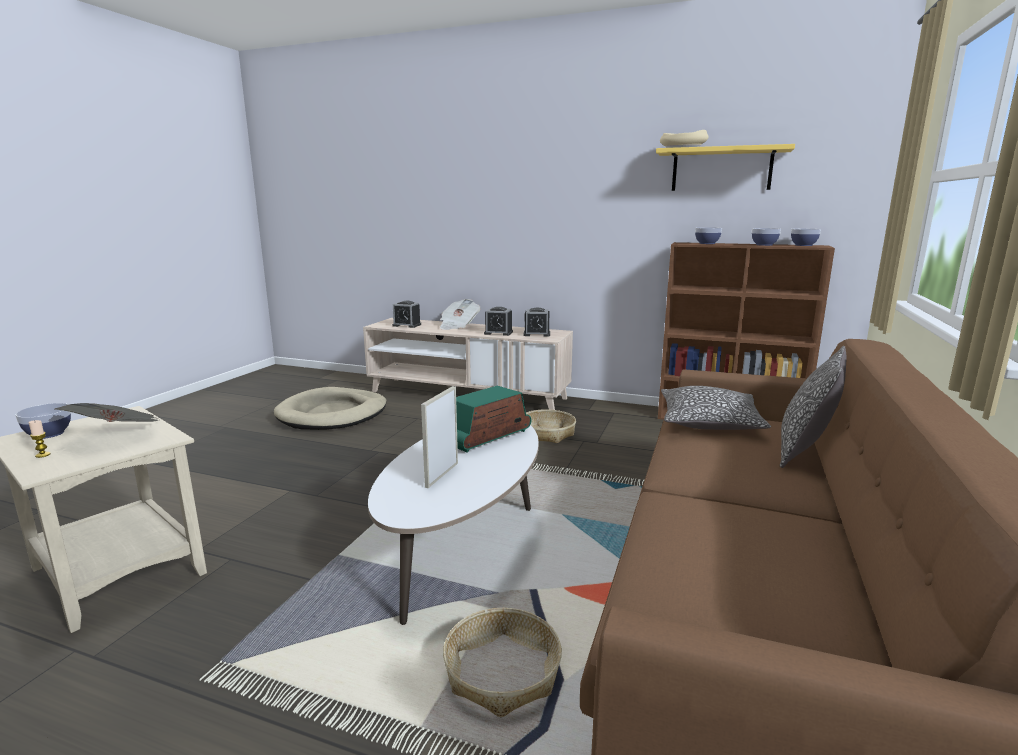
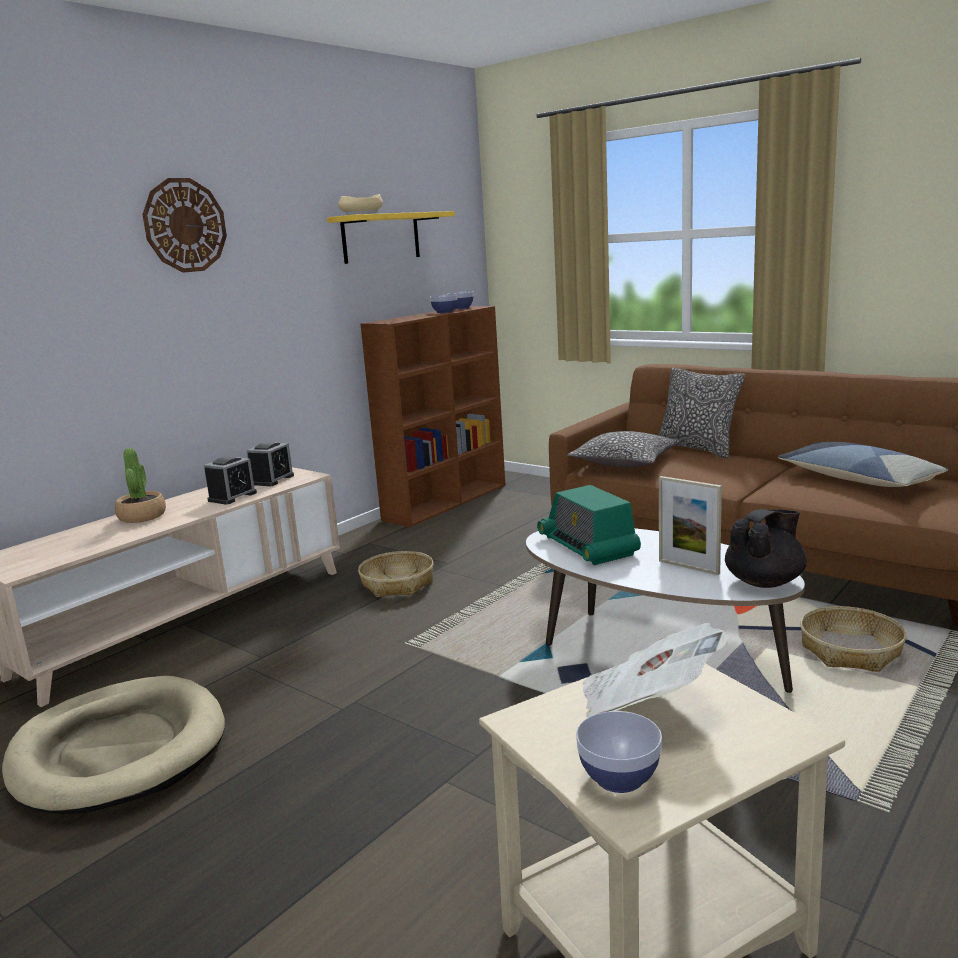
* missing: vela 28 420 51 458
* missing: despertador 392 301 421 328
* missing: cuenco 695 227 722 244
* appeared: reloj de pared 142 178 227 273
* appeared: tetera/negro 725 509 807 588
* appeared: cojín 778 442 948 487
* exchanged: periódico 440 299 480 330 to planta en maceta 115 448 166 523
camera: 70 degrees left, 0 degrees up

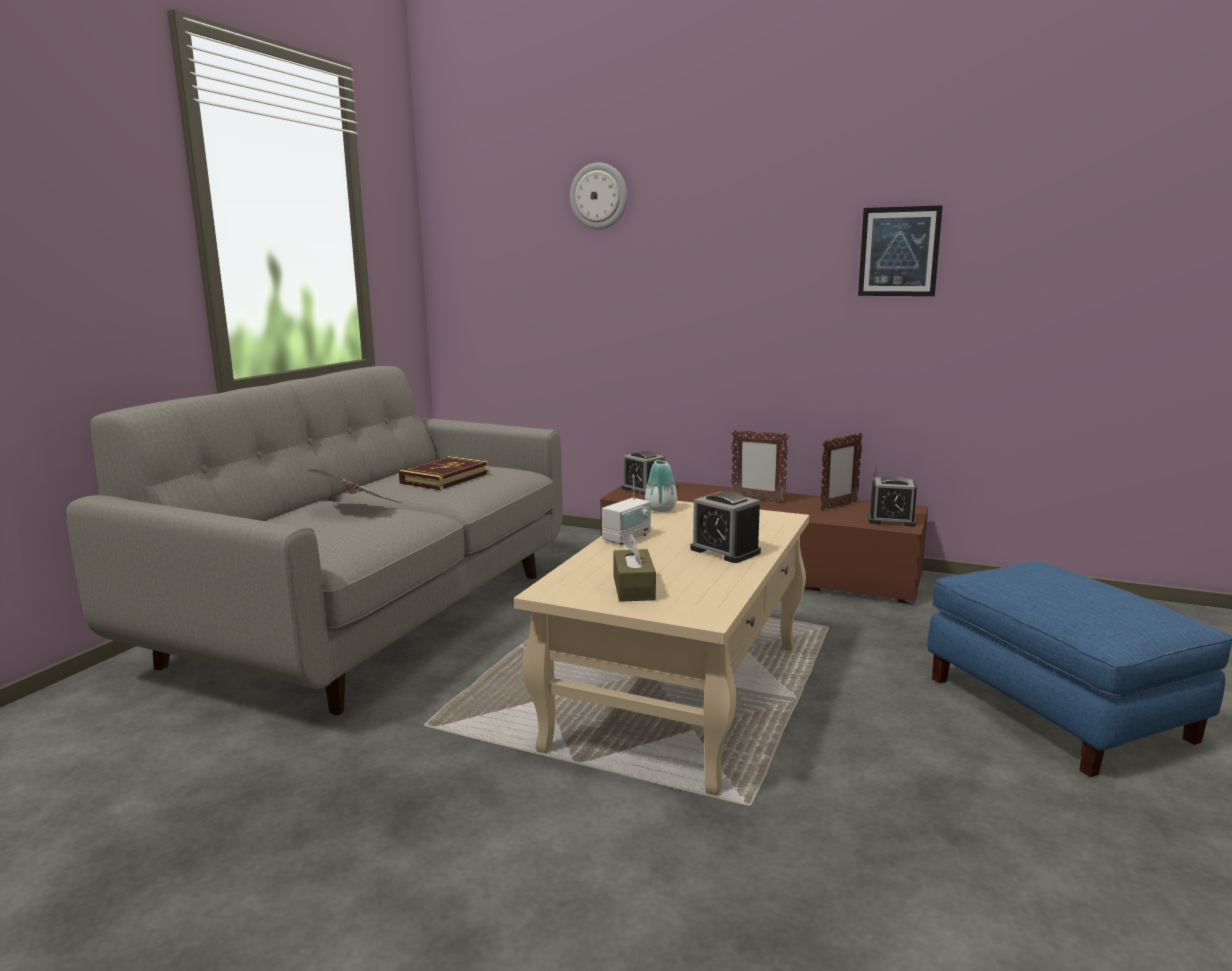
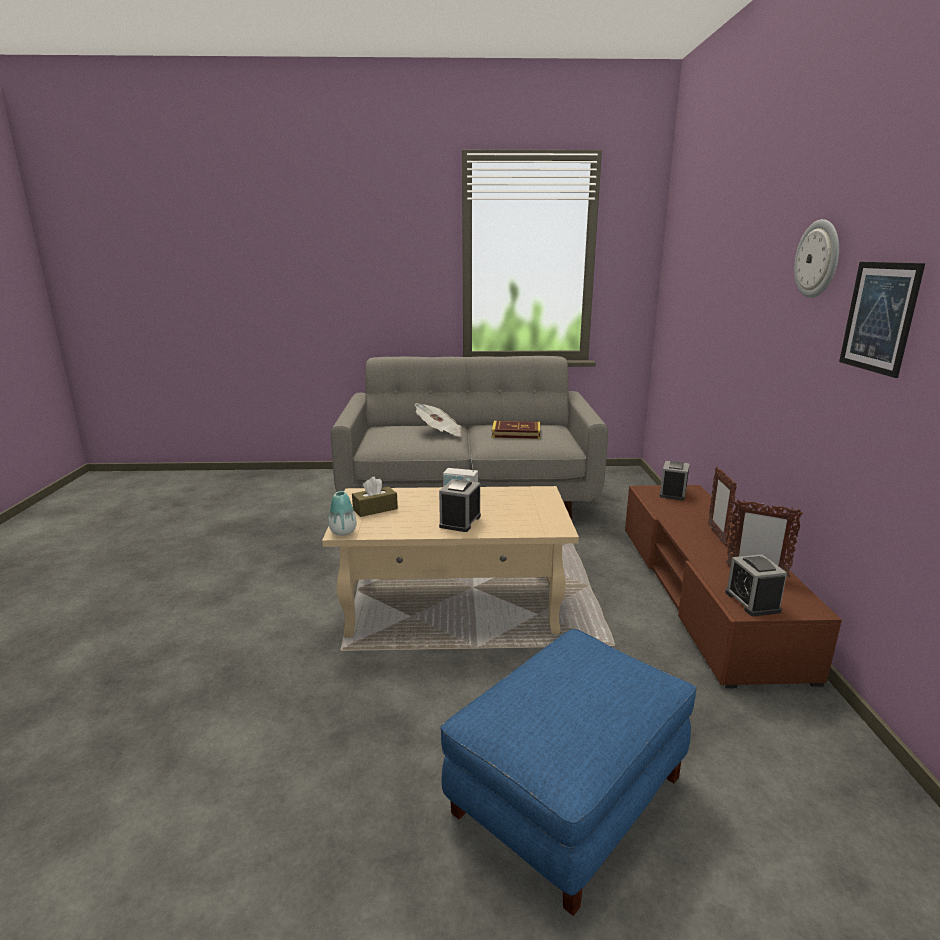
* relocated: reloj de pared 570 163 627 229 to 794 219 839 298
* relocated: florero 645 460 677 512 to 328 491 357 536
camera: 65 degrees right, 5 degrees up

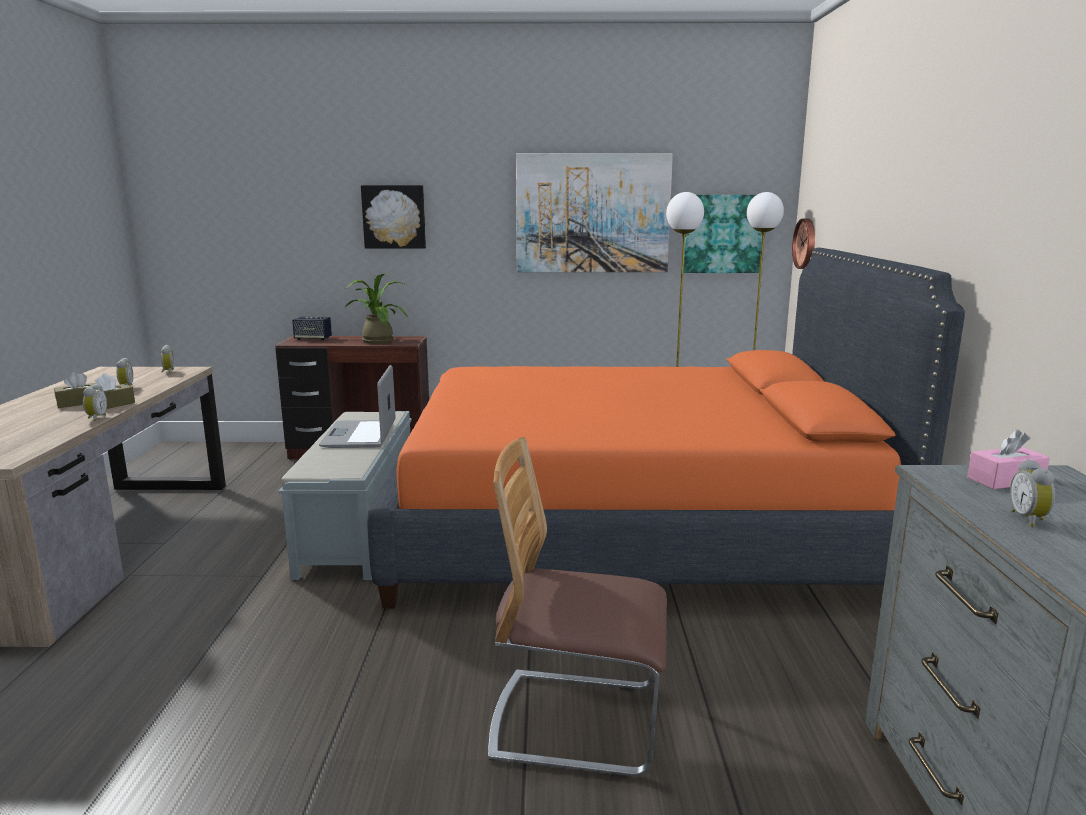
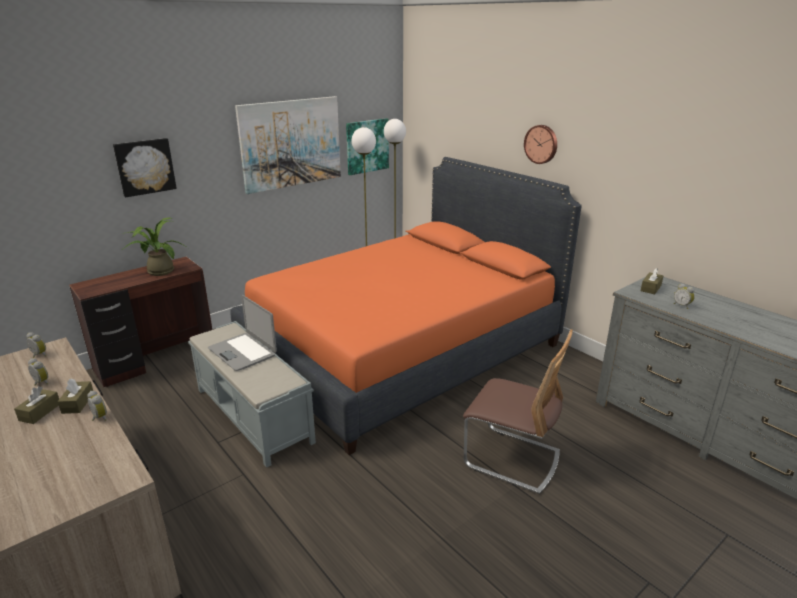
* missing: altavoz 292 317 332 340
* relocated: reloj de pared 792 218 815 269 to 524 125 557 164
* colour: caja de pañuelos/rosa 967 430 1050 489 to caja de pañuelos/marrón 641 268 663 294
* spun: silla 488 437 667 778 = 463 329 573 494 120 degrees counterclockwise
camera: 40 degrees left, 10 degrees up

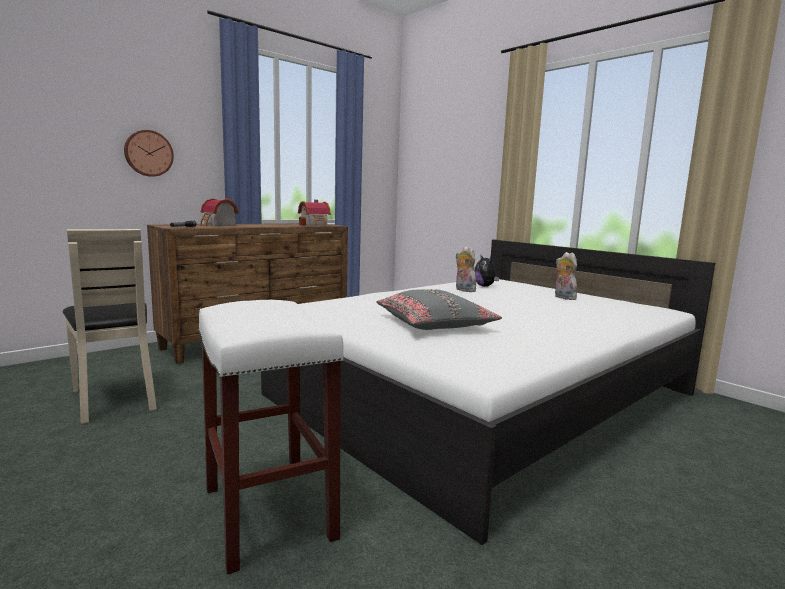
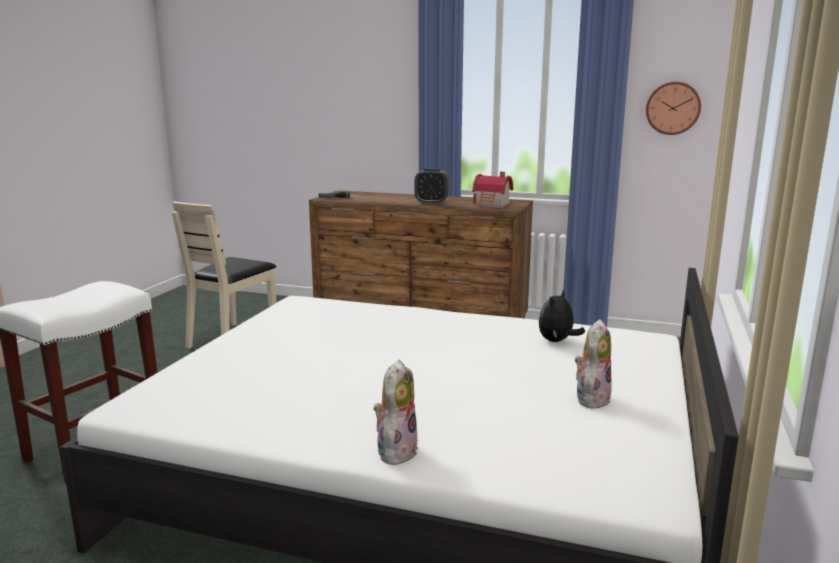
* missing: casita 200 197 239 226
* missing: cojín/gris 376 289 502 330
* appeared: despertador 415 168 449 204
* relocated: reloj de pared 124 130 174 177 to 646 82 701 135
* relocated: peluche 455 246 478 292 to 374 359 418 465
camera: 60 degrees right, 5 degrees up

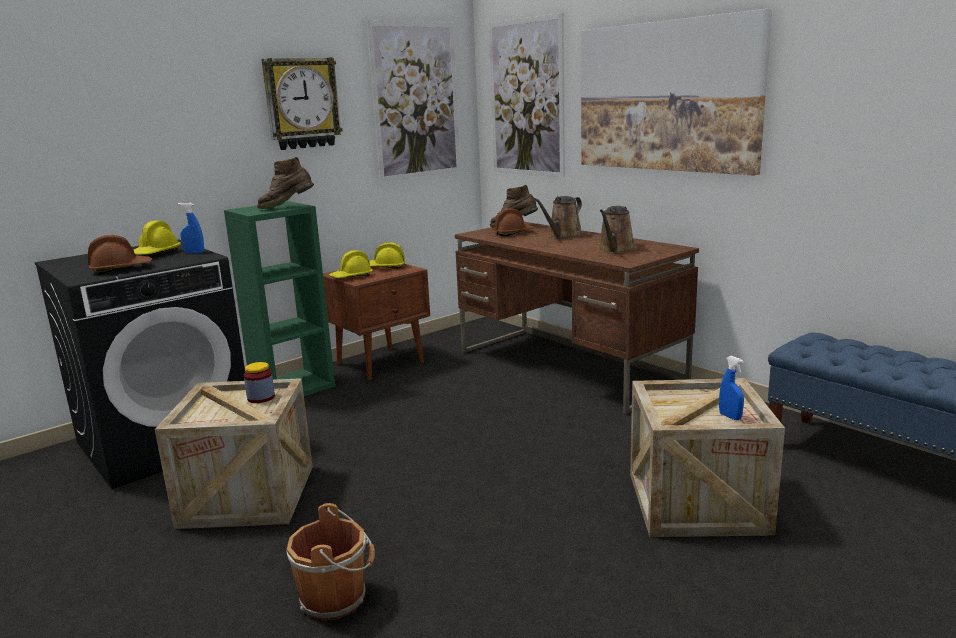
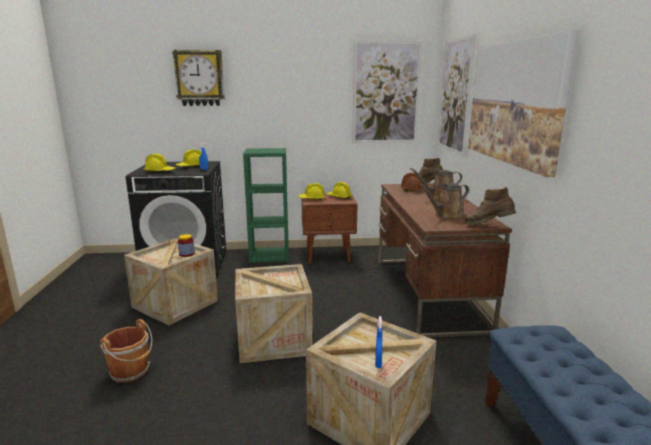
* appeared: caja de embalaje 235 264 313 363
* relocated: bota/marrón 257 157 314 209 to 464 187 516 224
* relocated: reloj de pared 261 58 343 150 to 172 50 225 106
* colour: casco/marrón 88 235 153 275 to casco/amarillo 144 154 175 173
camera: 35 degrees right, 0 degrees up

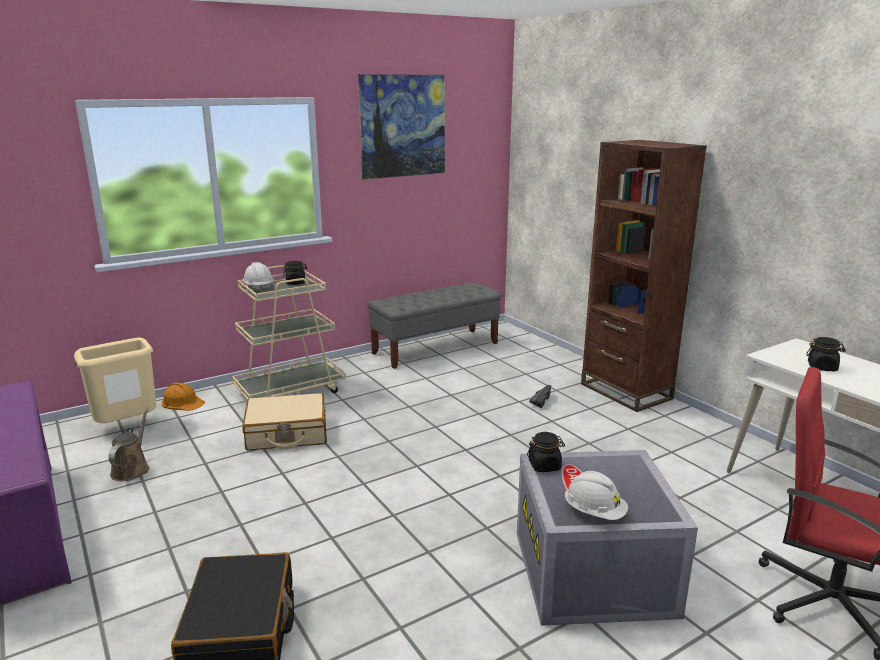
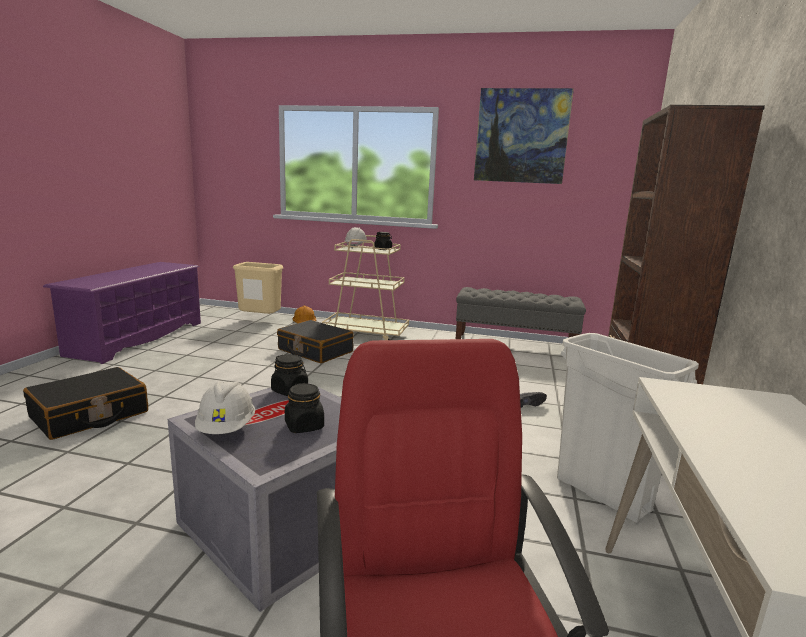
* missing: regadera/marrón 108 407 149 481
* appeared: papelera/blanco 557 333 699 523
* relocated: tarro/negro 806 337 846 371 to 285 383 324 433
* colour: maleta/beis 243 393 327 450 to maleta/negro 277 320 354 363
camera: 45 degrees right, 5 degrees down

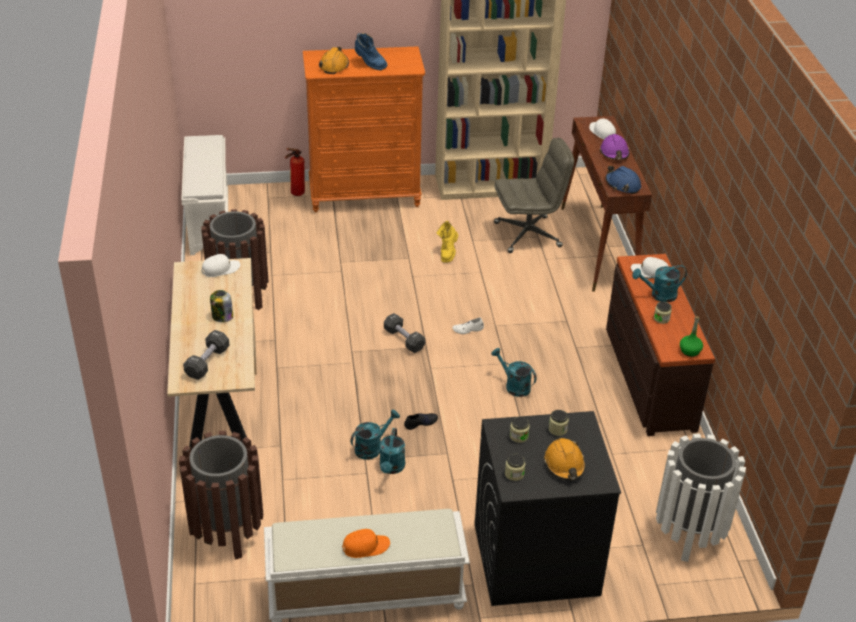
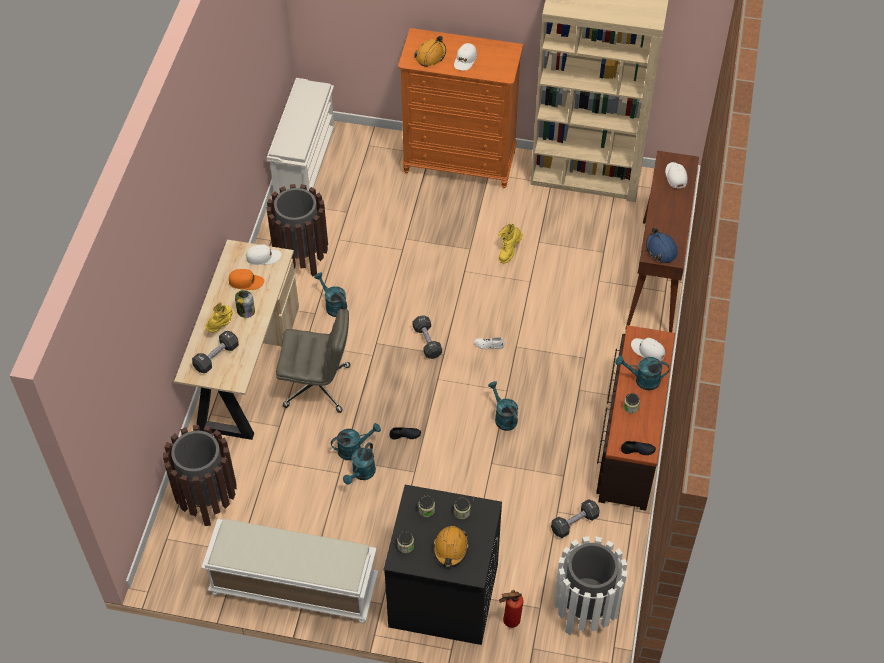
* missing: casco/morado 599 134 630 160
* appeared: bota/amarillo 205 302 233 332
* appeared: regadera/turquesa 314 272 347 317
* appeared: mancuerna/negro 551 499 600 538
* relocated: extintor 285 148 305 196 to 499 590 524 628
* relocated: gorra/naranja 342 529 390 558 to 229 269 264 290
* relocated: silla de oficina/gris 494 137 574 253 to 276 309 350 413
* exchanged: bota/azul 355 33 387 70 to gorra/blanco 454 43 477 71
* exchanged: botella/verde 680 316 703 357 to zapato/negro 621 441 656 455
camera: 20 degrees right, 15 degrees up

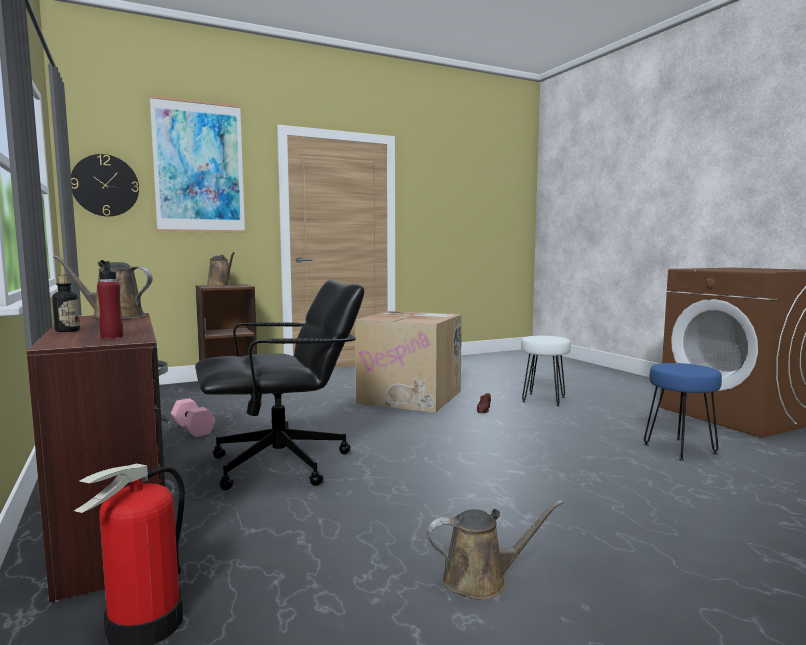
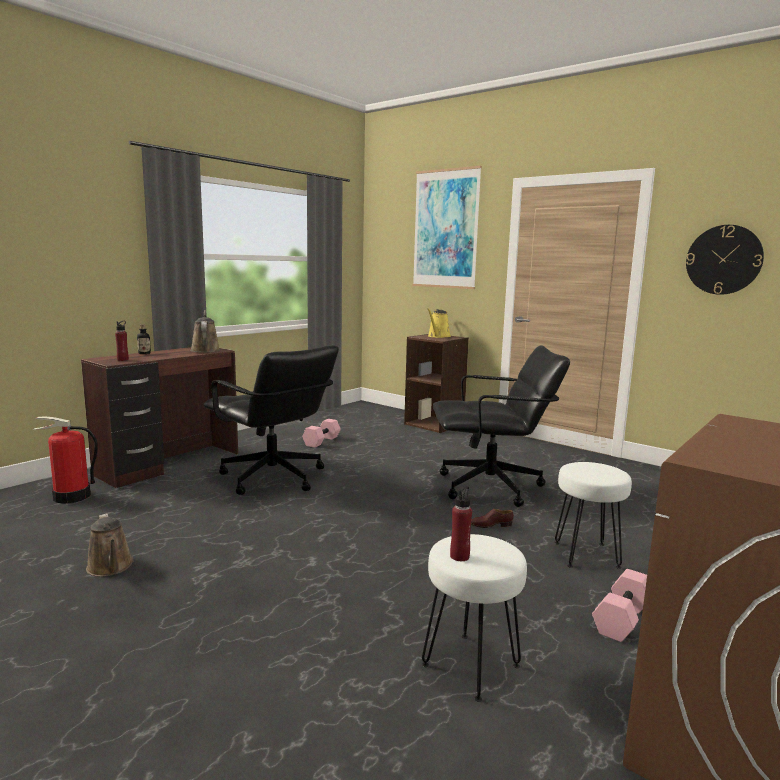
* appeared: botella/rojo 450 486 472 561
* appeared: mancuerna/rosa 592 569 647 642
* relocated: reloj de pared 71 154 139 217 to 686 225 764 295
* exchanged: caja de cartón 355 311 462 413 to silla de oficina/negro 433 345 570 507
* colour: regadera/marrón 207 252 234 286 to regadera/amarillo 427 309 451 338
* colour: taburete/azul 644 363 722 461 to taburete/blanco 422 534 527 701
camera: 65 degrees right, 5 degrees up

